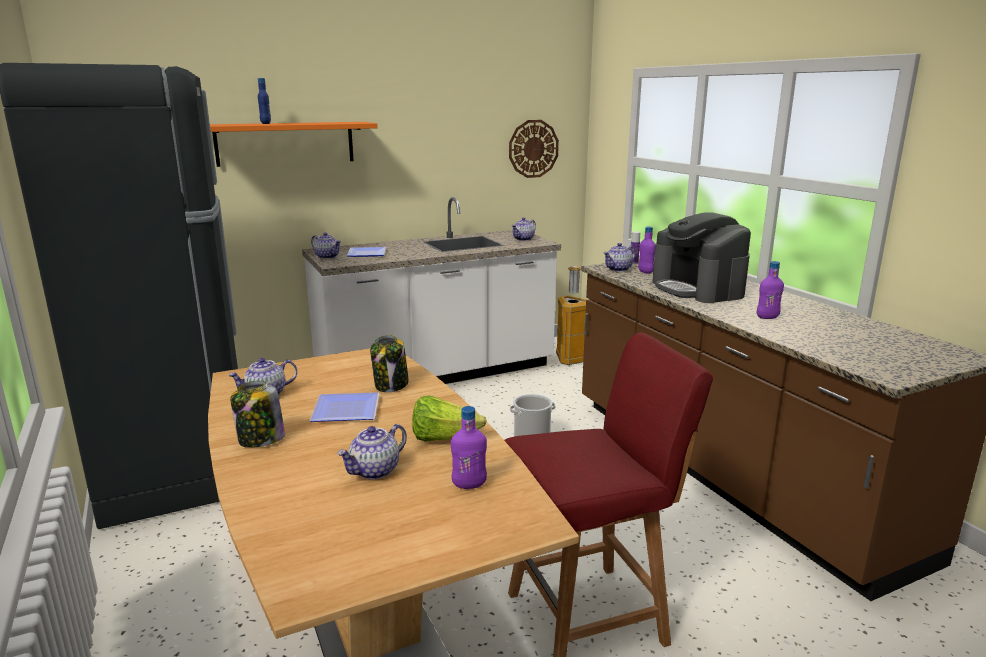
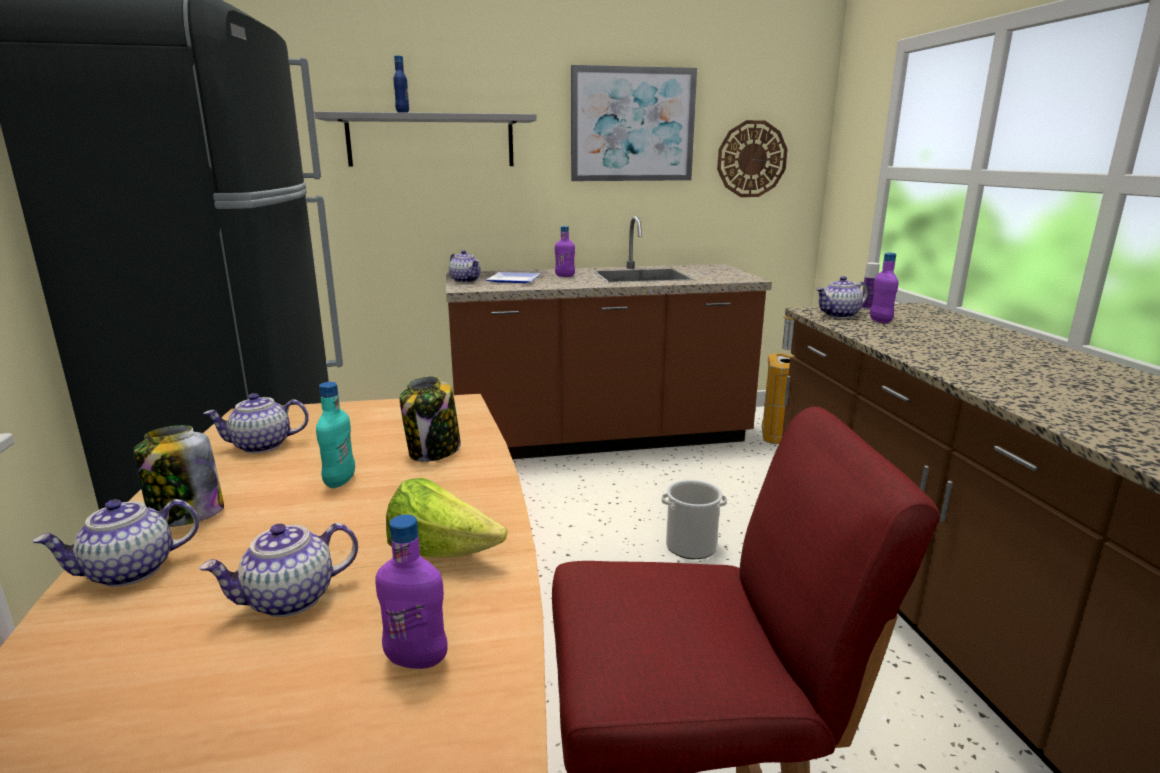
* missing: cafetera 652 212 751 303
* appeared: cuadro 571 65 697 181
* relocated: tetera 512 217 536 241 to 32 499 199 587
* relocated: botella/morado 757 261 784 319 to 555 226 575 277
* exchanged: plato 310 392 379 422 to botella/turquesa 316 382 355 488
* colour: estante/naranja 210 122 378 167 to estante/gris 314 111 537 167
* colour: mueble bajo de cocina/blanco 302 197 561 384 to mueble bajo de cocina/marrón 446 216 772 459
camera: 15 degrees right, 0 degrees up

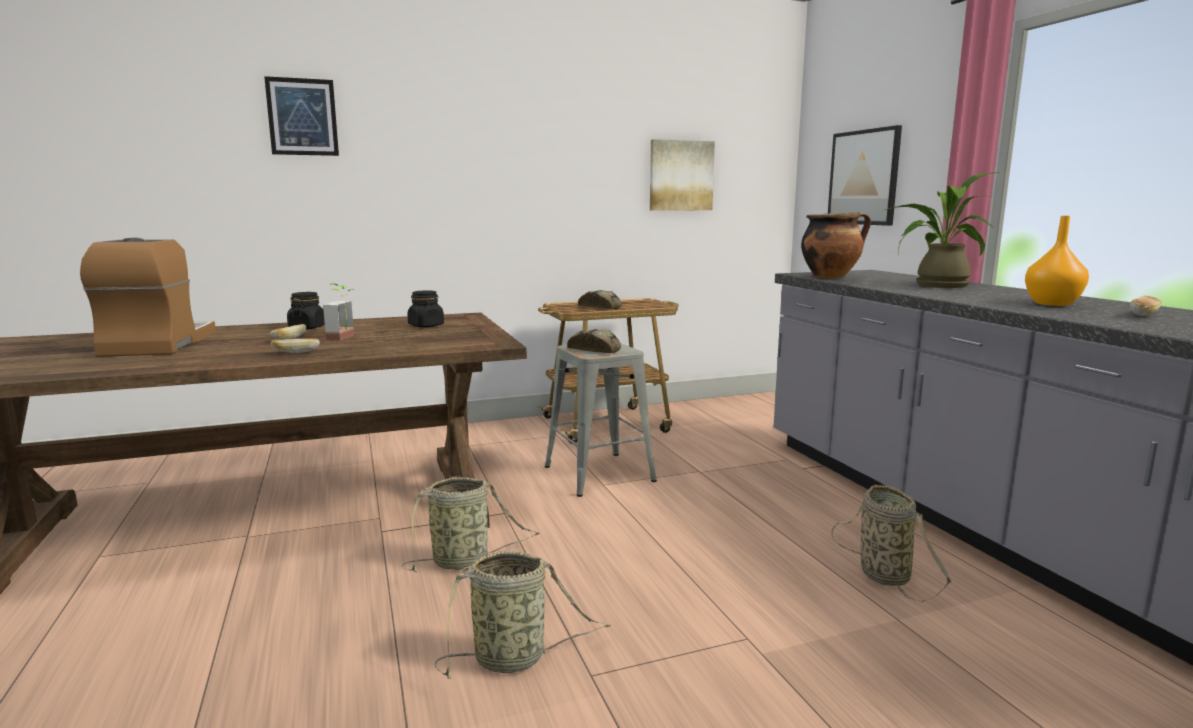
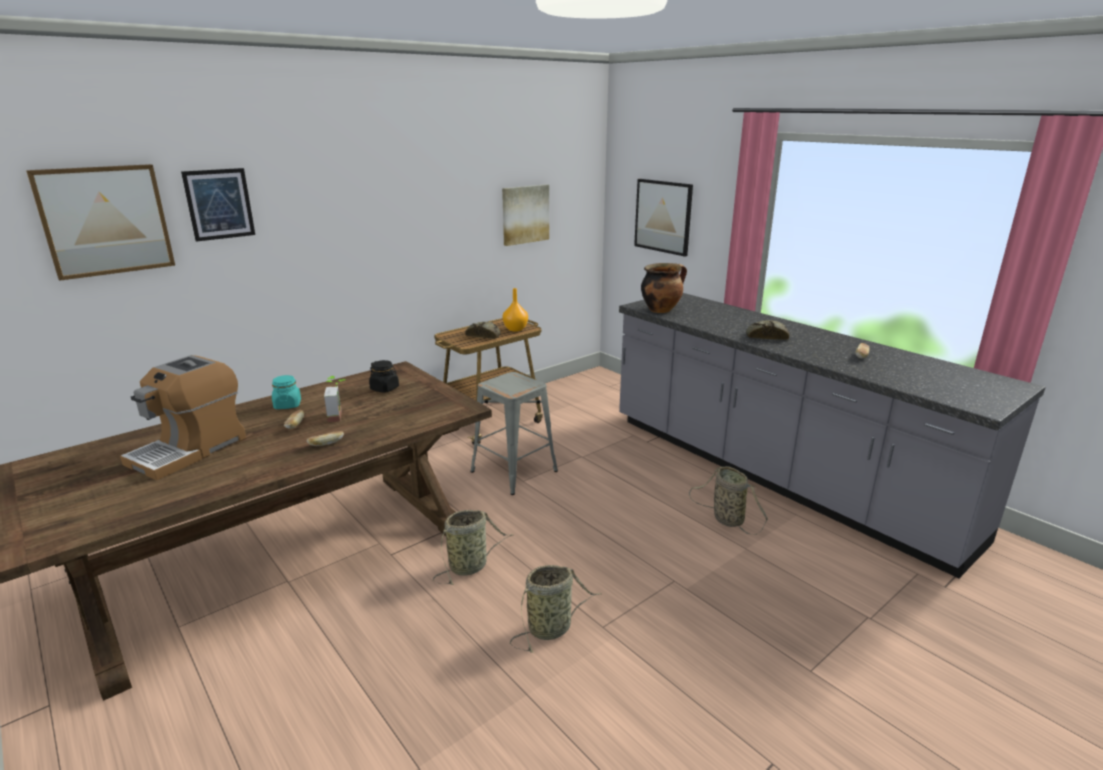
* missing: planta en maceta 885 172 1000 288
* appeared: cuadro 26 164 175 281
* relocated: pan 567 329 621 353 to 746 320 789 340
* relocated: florero/naranja 1025 216 1089 306 to 502 288 528 332
* colour: tarro/negro 287 292 325 329 to tarro/turquesa 272 375 301 409
* spun: cafetera 80 238 216 357 = 120 355 246 480 120 degrees counterclockwise
camera: 20 degrees left, 10 degrees up

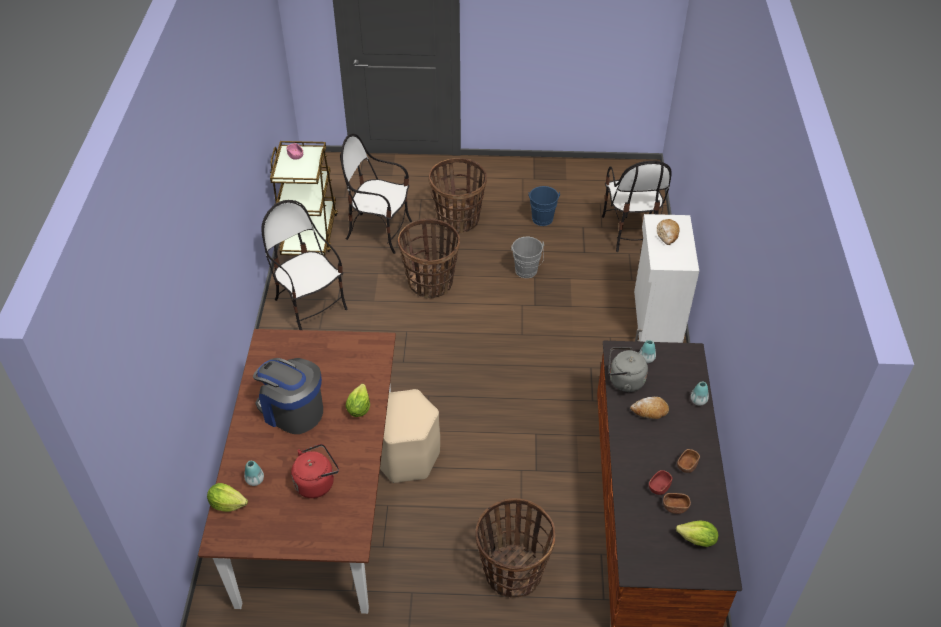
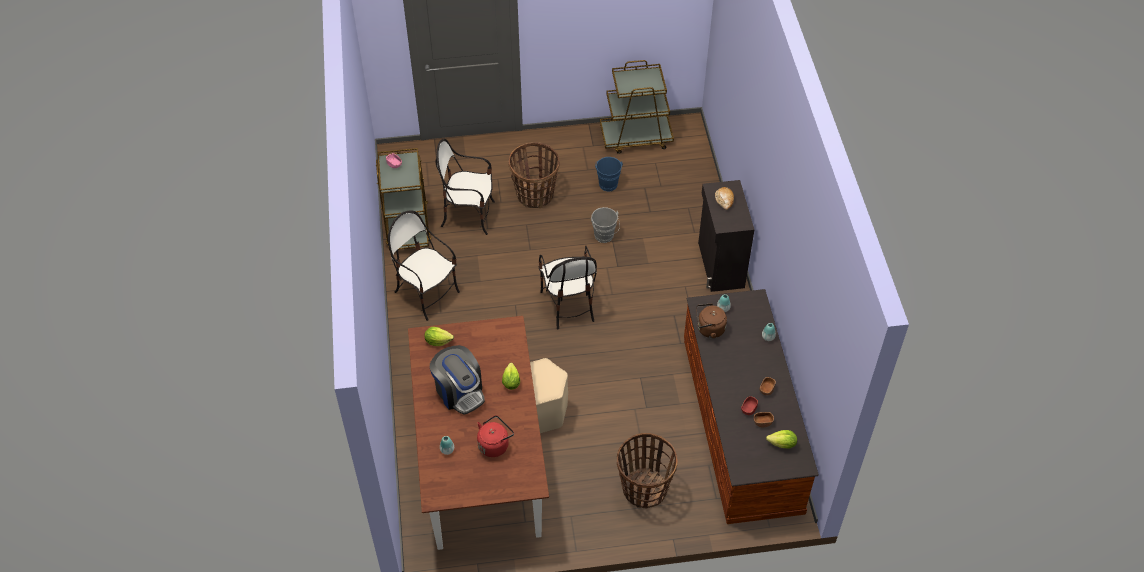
* missing: cesta 398 219 460 298
* missing: pan 630 396 669 419
* appeared: carrito/marrón 600 60 674 154
* relocated: lechuga 207 483 248 512 to 425 327 454 346
* relocated: silla 602 161 672 252 to 539 246 597 329
* colour: hervidor/gris 609 347 648 392 to hervidor/marrón 696 303 727 338
* colour: armario/blanco 634 214 699 343 to armario/negro 698 180 755 292
* spun: cafetera 253 358 323 434 = 430 345 485 415 150 degrees counterclockwise
camera: 10 degrees left, 5 degrees up

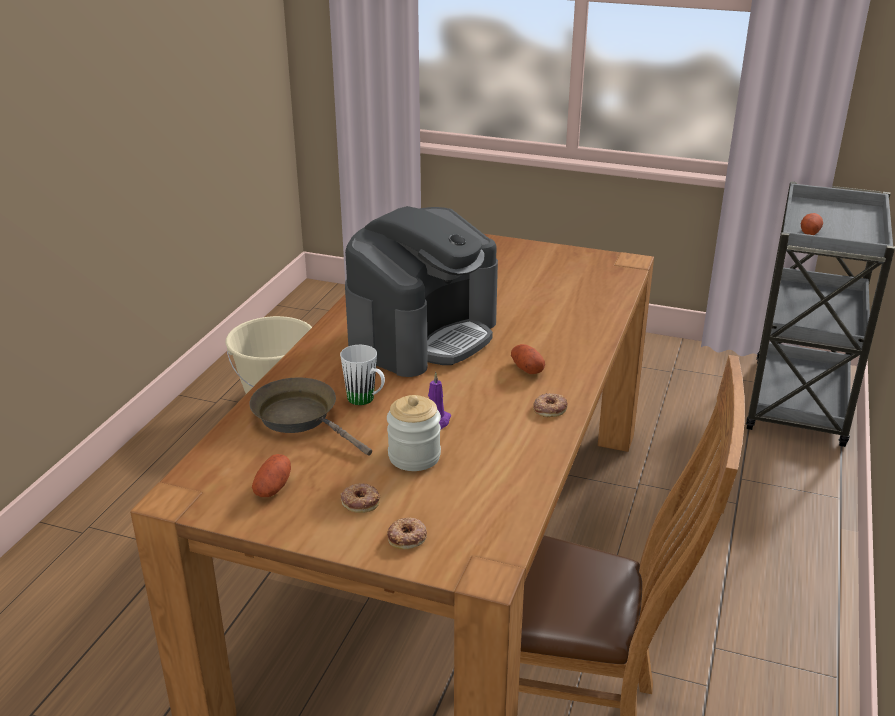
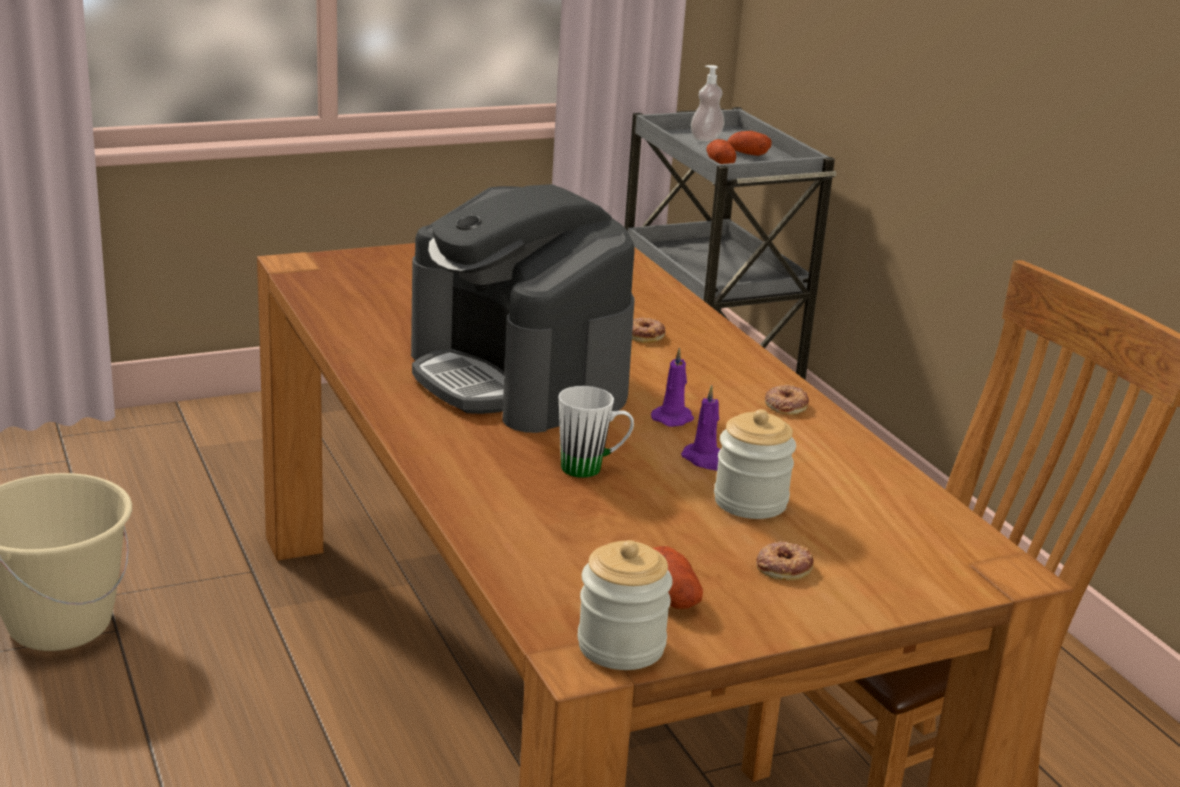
* missing: sartén/marrón 249 378 372 456
* appeared: tarro 578 540 673 670
* appeared: vela/morado 651 347 694 427
* appeared: dispensador de jabón 691 65 725 142
* relocated: rosquilla 387 517 427 549 to 632 317 666 343
* relocated: patata 511 344 545 374 to 727 131 772 156
* spun: cafetera 345 206 498 377 = 411 184 635 433 150 degrees clockwise
camera: 45 degrees left, 5 degrees down

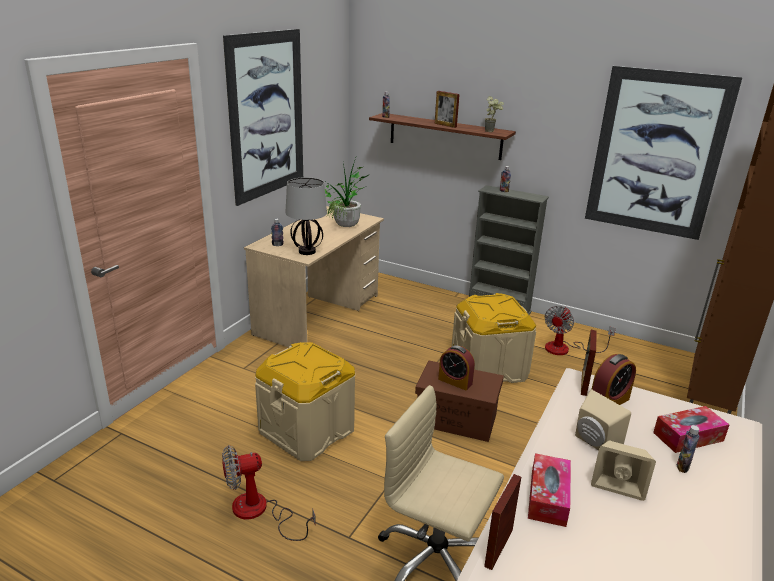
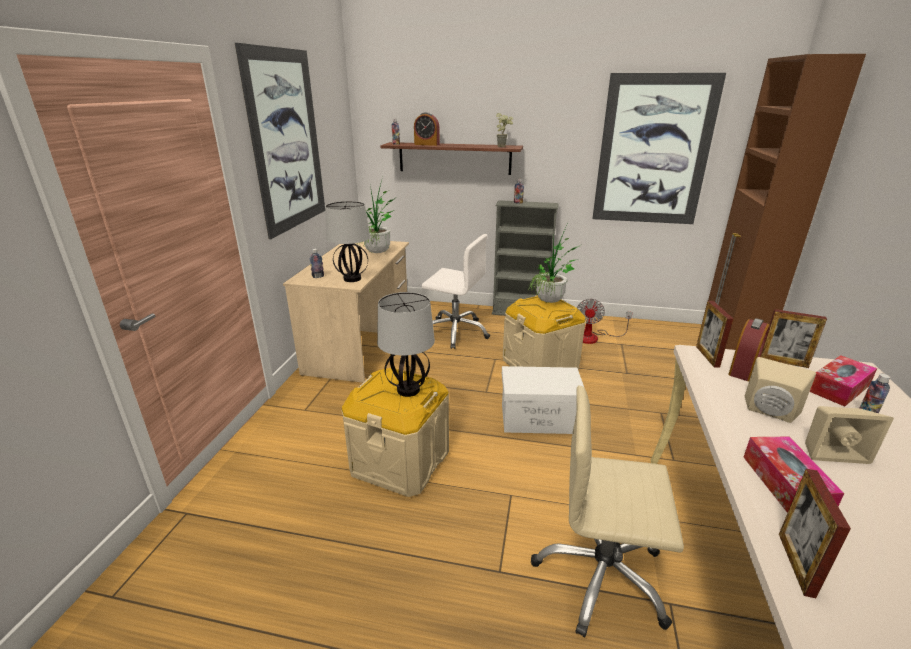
* missing: ventilador 222 445 316 541
* appeared: lámpara de mesa 377 292 435 397
* appeared: silla de oficina/blanco 422 234 490 349
* appeared: planta en maceta 528 226 581 303
* relocated: portarretratos 435 91 460 128 to 761 309 827 368
* relocated: despertador 438 345 475 390 to 414 112 440 146
* colour: caja de almacenaje/marrón 415 361 504 442 to caja de almacenaje/blanco 502 366 585 434
camera: 15 degrees left, 0 degrees up

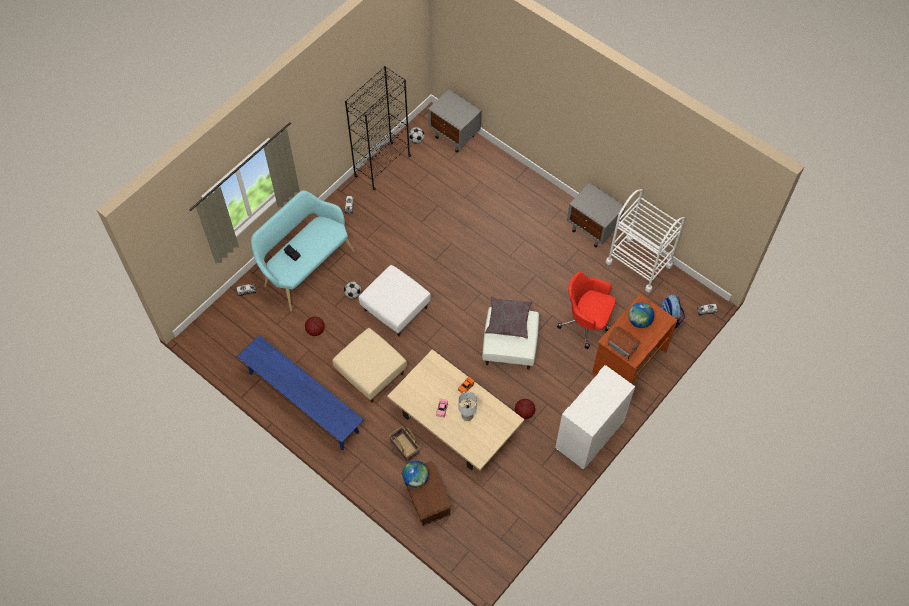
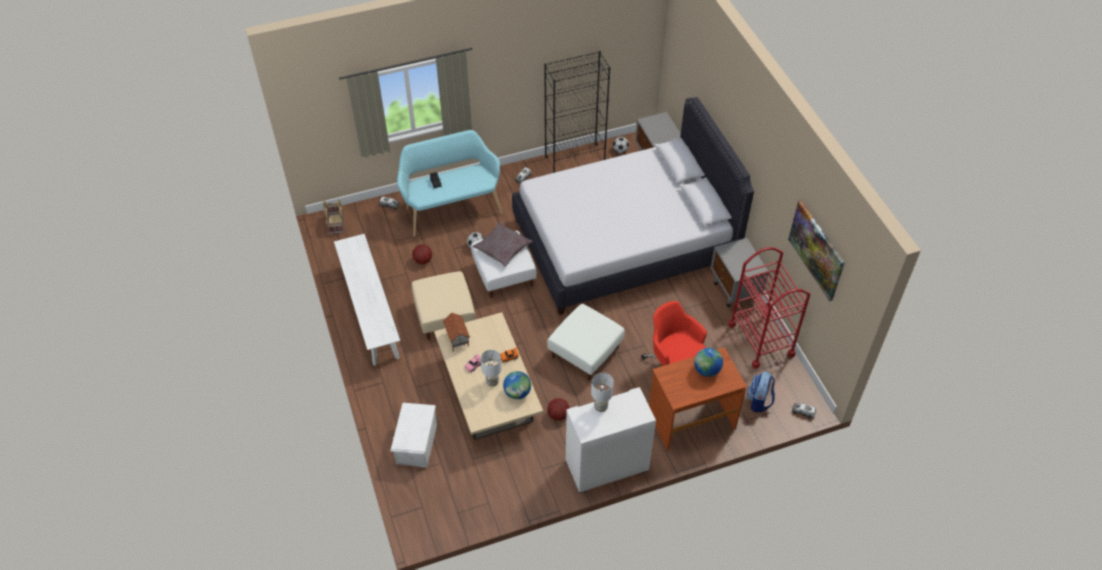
* appeared: cama/blanco 512 97 754 315
* appeared: lámpara de mesa/blanco 591 373 614 412
* appeared: cuadro 788 200 845 301
* relocated: cesta 389 426 420 463 to 323 200 344 234
* relocated: globo terráqueo 402 461 429 488 to 503 371 531 399
* relocated: cojín/gris 485 296 532 339 to 473 222 533 267
* relocated: casita 607 326 641 361 to 443 312 470 352
* colour: banco/azul 237 335 364 450 to banco/blanco 334 234 400 366
* colour: caja de almacenaje/marrón 401 461 451 526 to caja de almacenaje/blanco 390 403 437 468
* colour: carrito/blanco 605 189 685 292 to carrito/rojo 728 247 810 369
camera: 30 degrees right, 10 degrees down

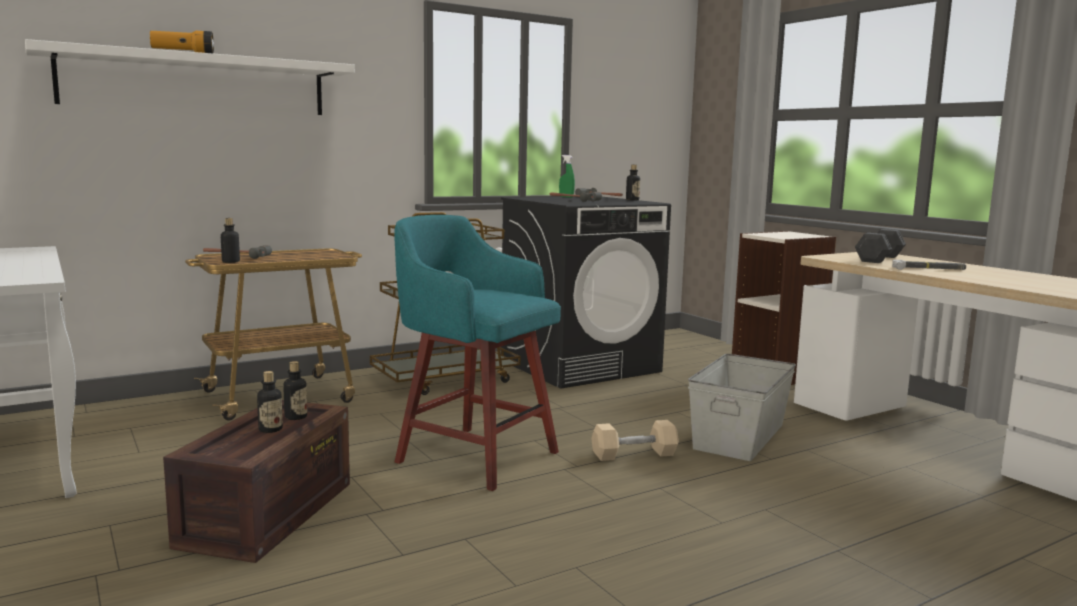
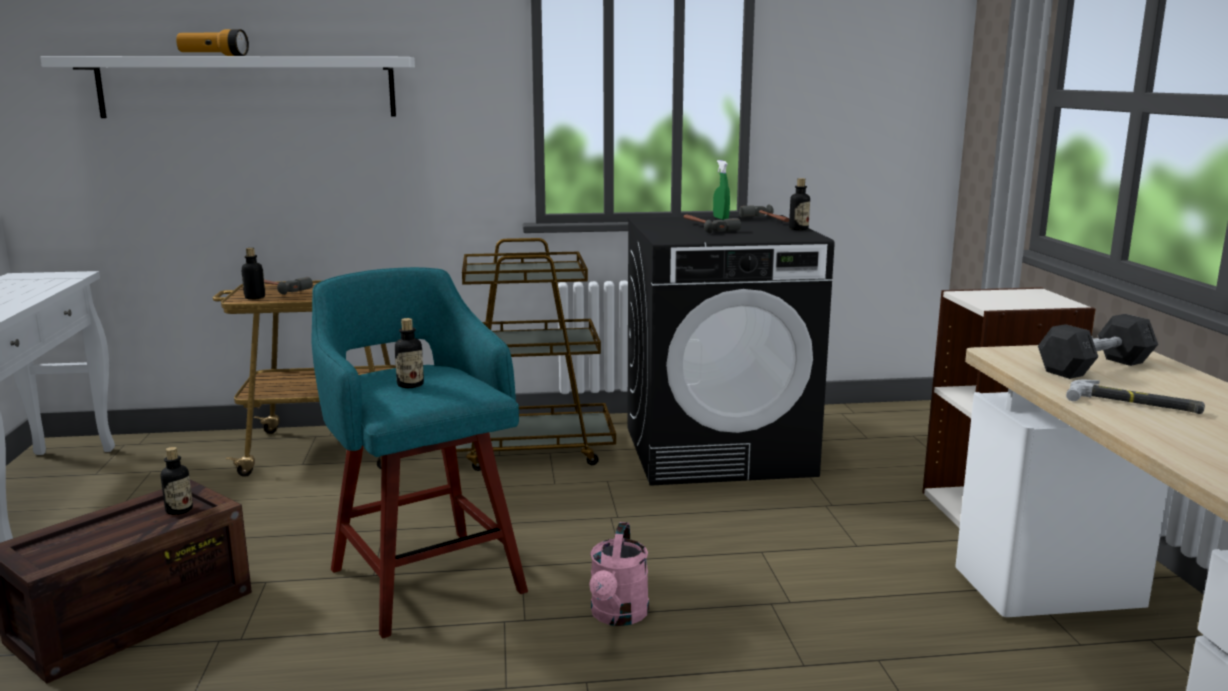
* missing: caja de almacenaje/gris 688 354 796 461
* relocated: botella 257 371 283 433 to 395 318 424 388
* exchanged: mancuerna/beis 591 420 679 461 to regadera/rosa 589 522 649 626
camera: 25 degrees right, 5 degrees up

